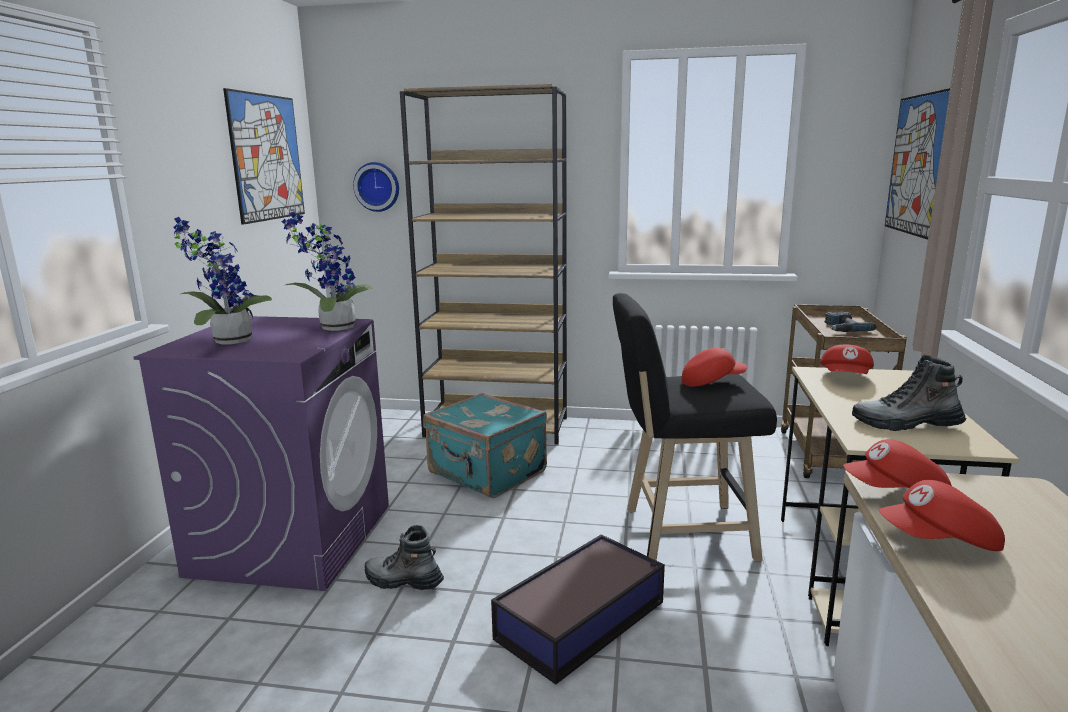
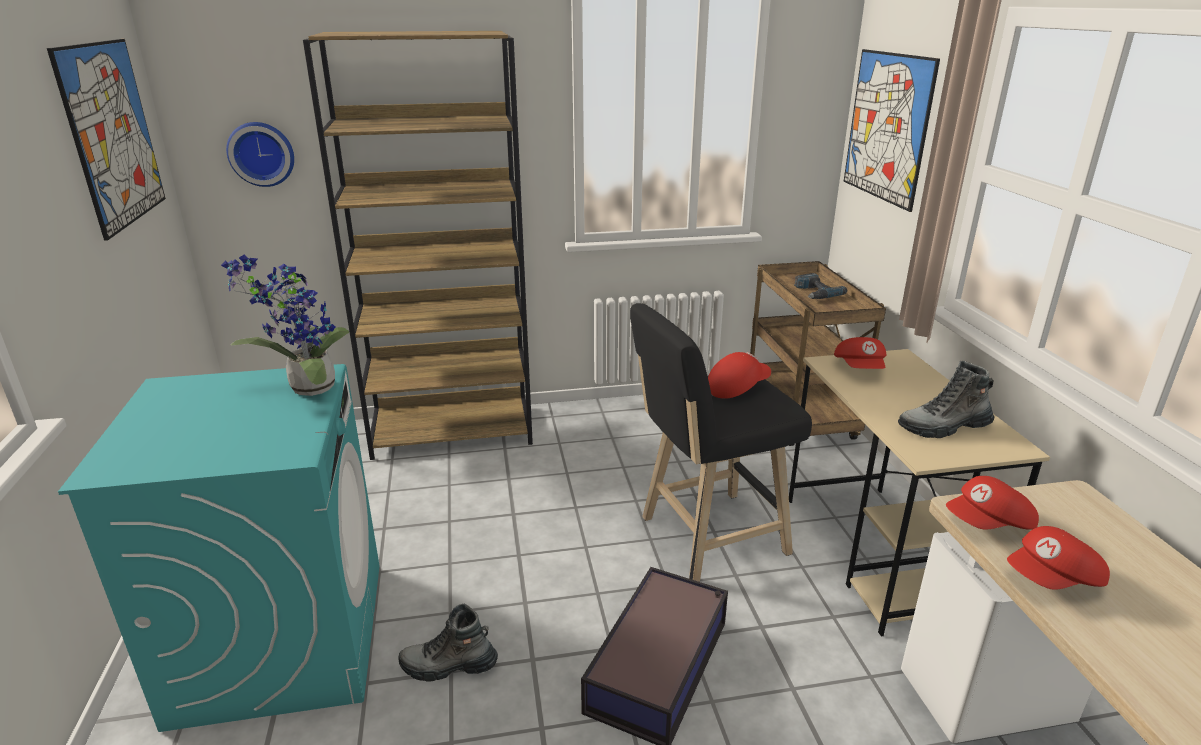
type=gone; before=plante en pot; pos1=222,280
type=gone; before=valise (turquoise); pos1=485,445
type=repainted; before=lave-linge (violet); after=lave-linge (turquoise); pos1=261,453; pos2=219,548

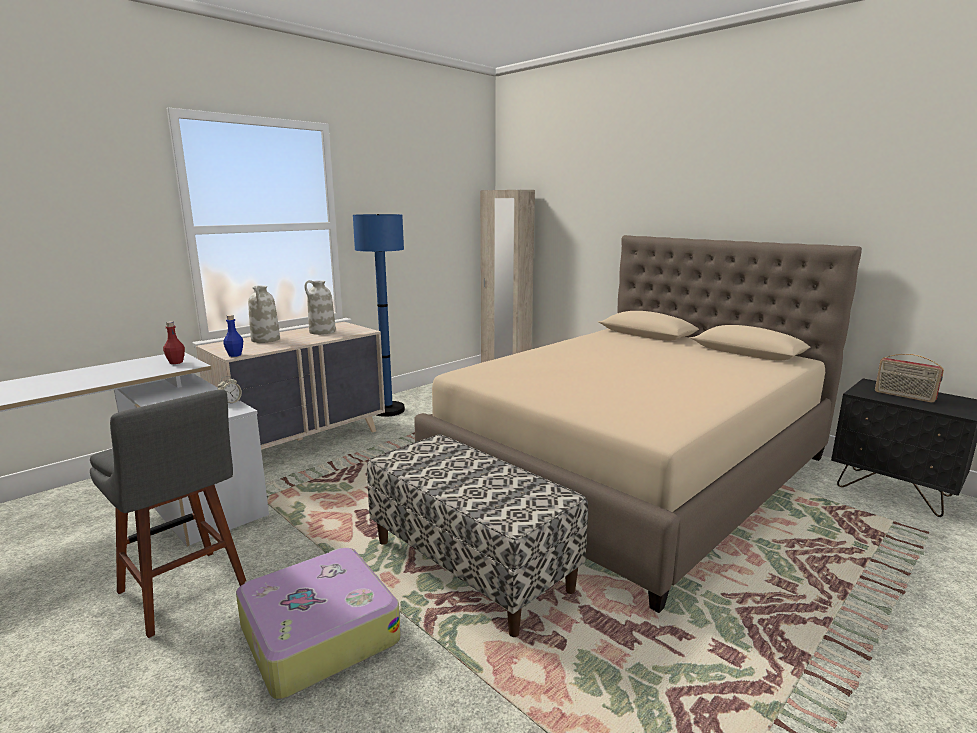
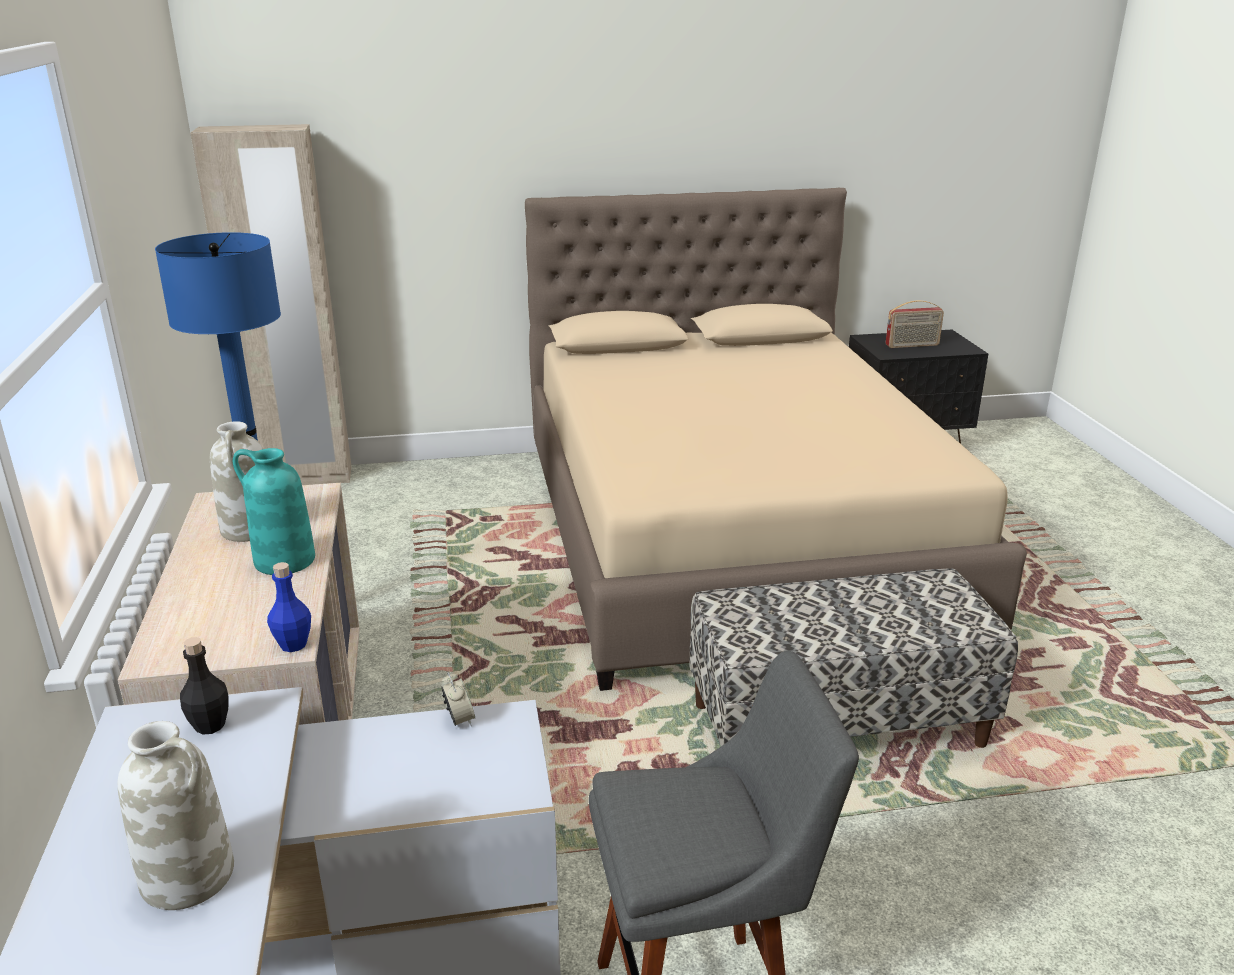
type=gone; before=valise; pos1=318,623
type=new; after=vase (turquoise); pos2=274,511
type=shifted; before=vase (blanc); pos1=264,314; pos2=176,815
type=repainted; before=bouteille (rouge); after=bouteille (noir); pos1=174,342; pos2=204,686

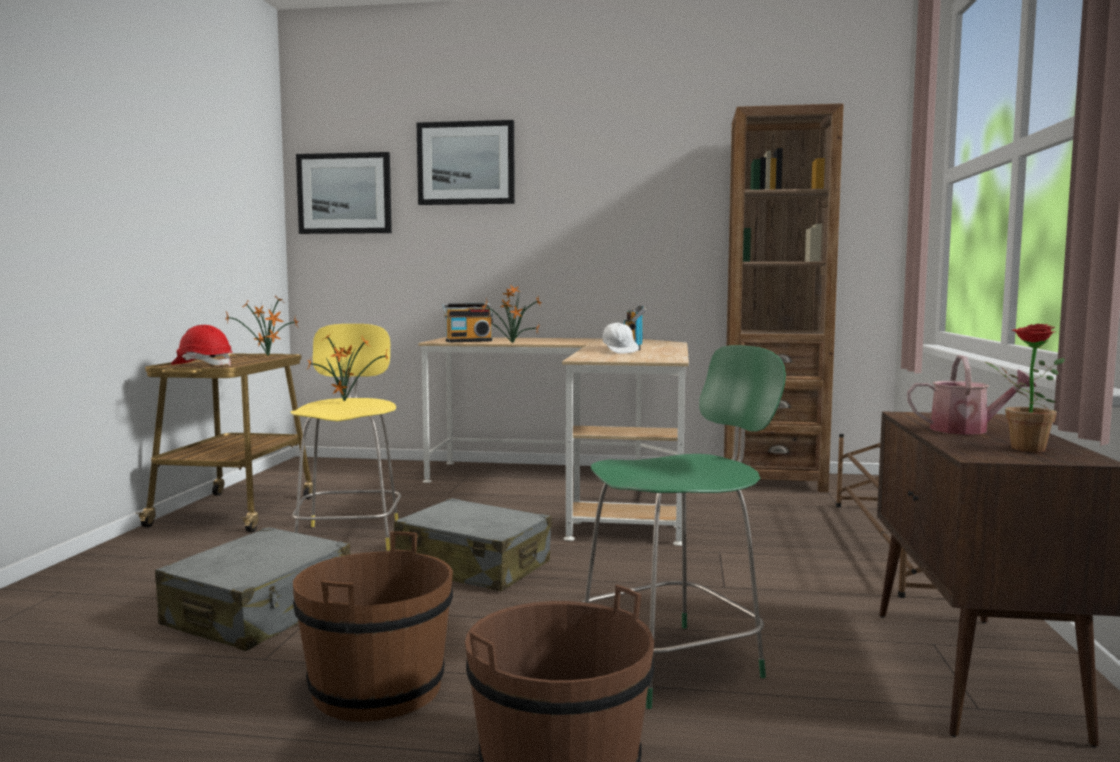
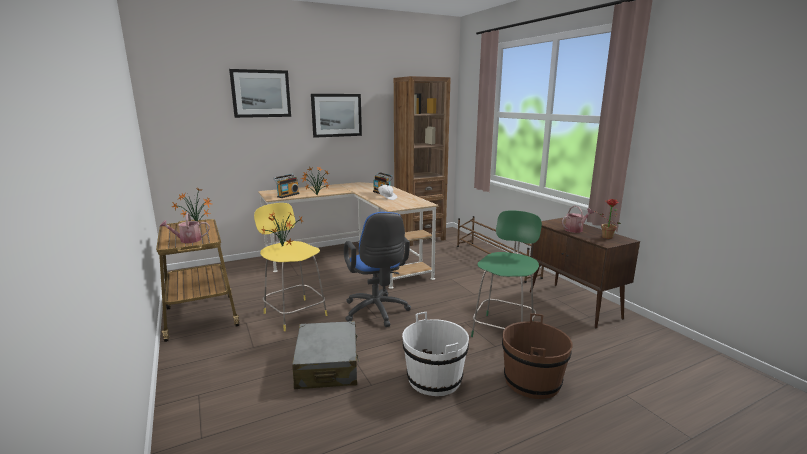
type=shifted; before=tableau; pos1=344,193; pos2=336,116
type=swapped; before=casque de chantier (rouge); after=arrosoir; pos1=202,345; pos2=185,228
type=swapped; before=valise (gris); after=chaise de bureau (bleu); pos1=473,544; pos2=377,269
type=repainted; before=seau (marron); after=seau (blanc); pos1=373,626; pos2=435,354

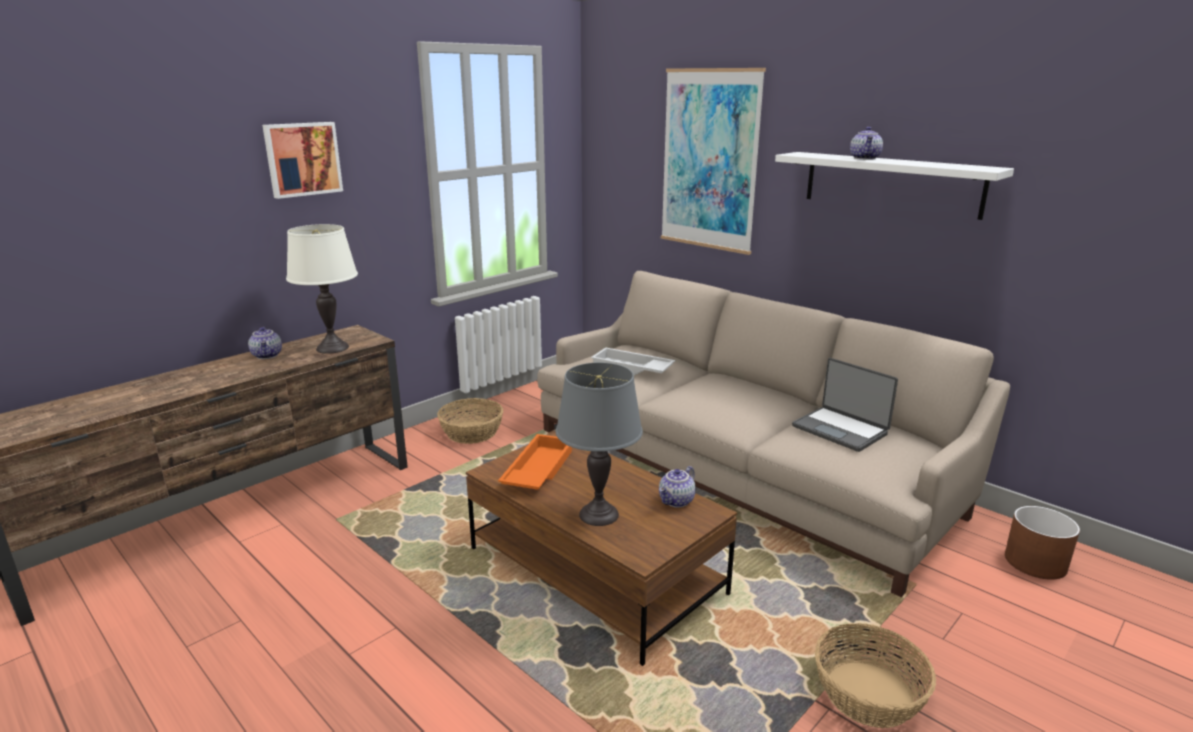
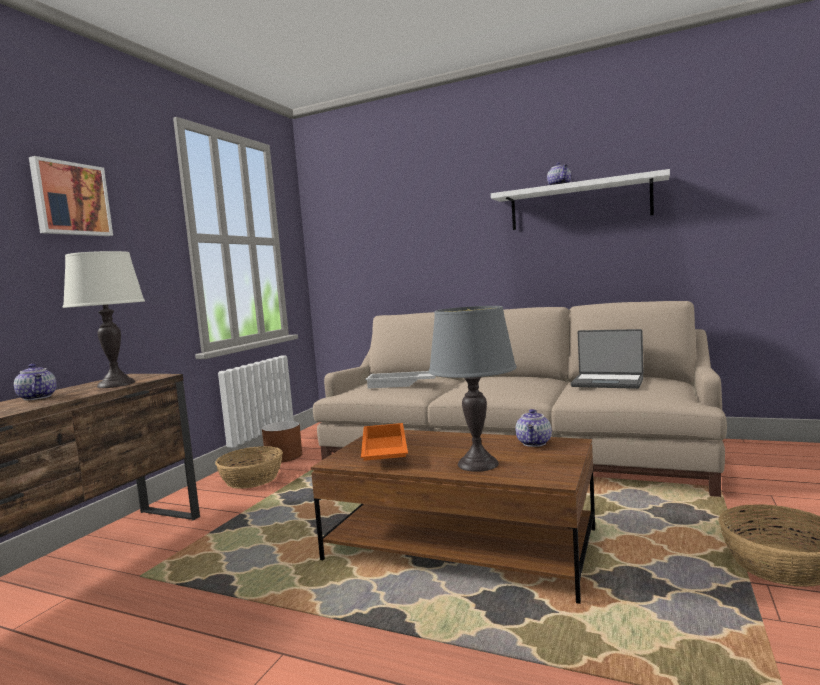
type=gone; before=tableau; pos1=713,161
type=shifted; before=cache-pot (marron); pos1=1042,543; pos2=282,441

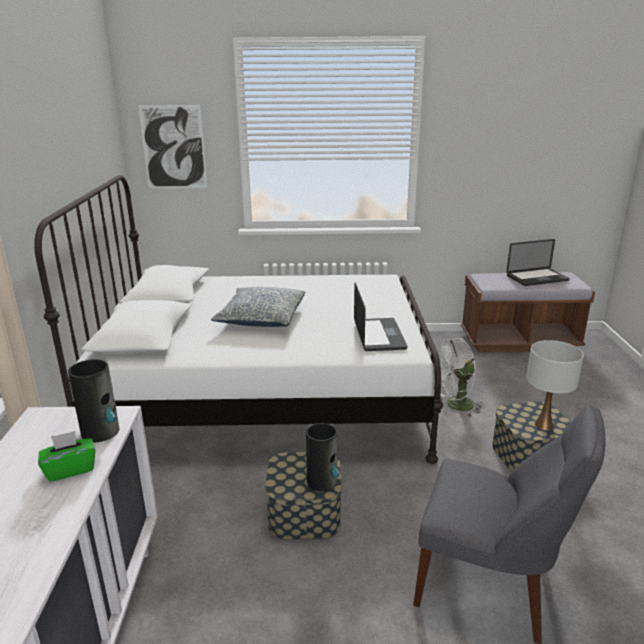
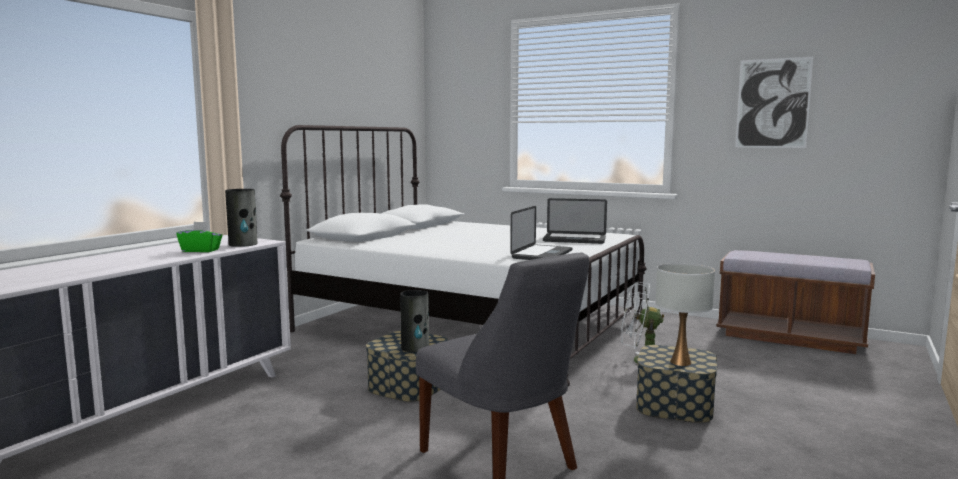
type=gone; before=coussin; pos1=258,307
type=shifted; before=tableau; pos1=172,146; pos2=774,102
type=shifted; before=ordinateur portable; pos1=538,262; pos2=575,221

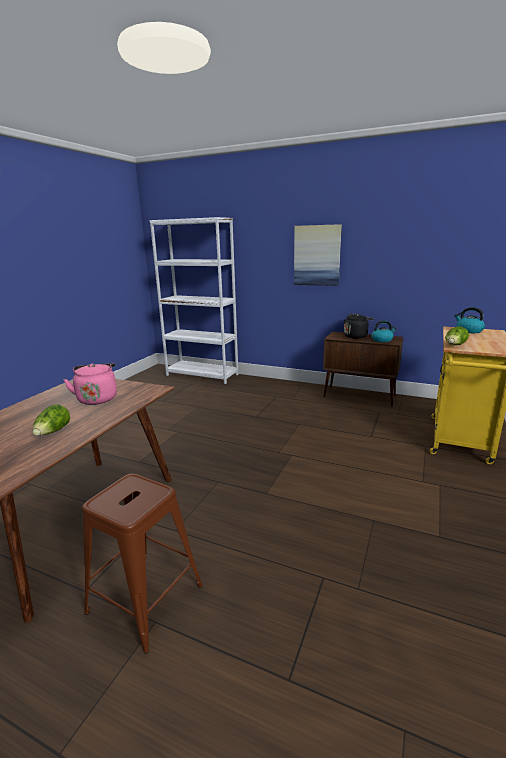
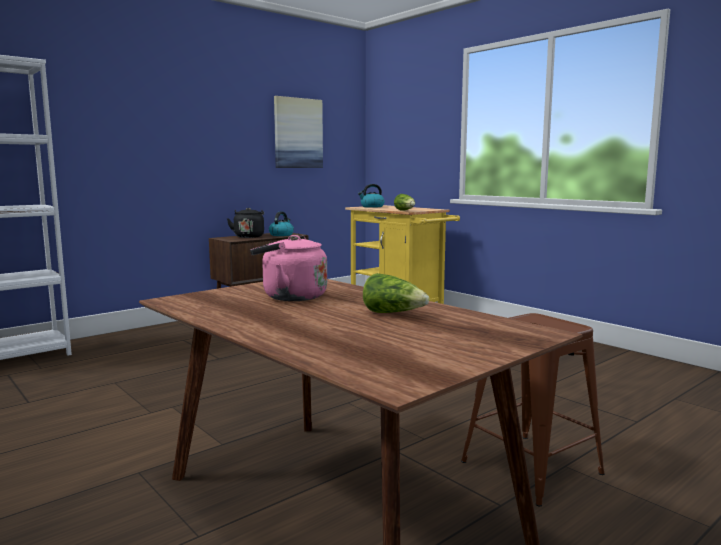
type=shifted; before=tableau; pos1=318,255; pos2=298,132

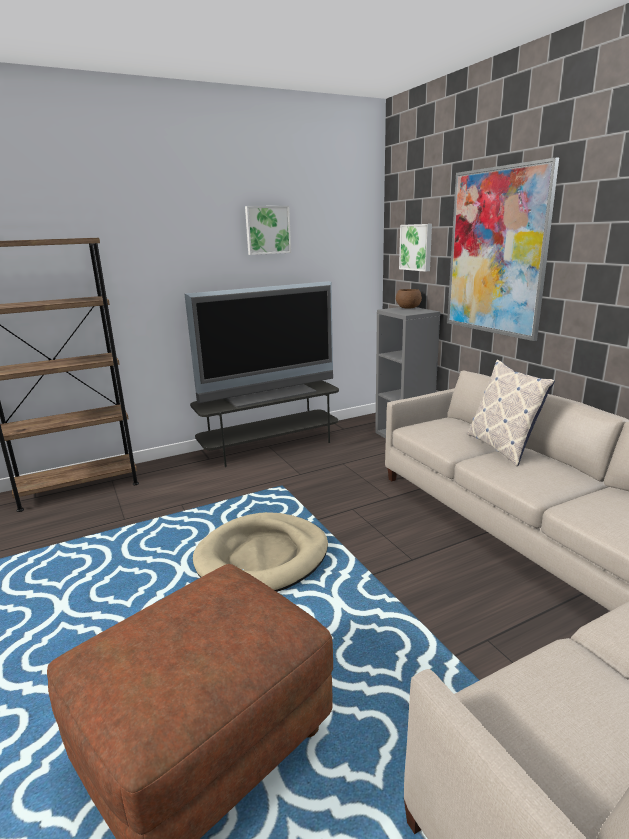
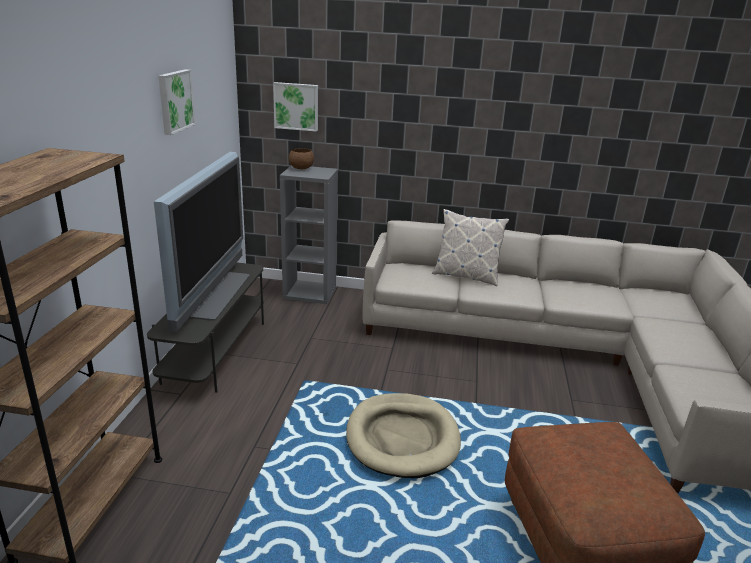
type=gone; before=tableau; pos1=503,249

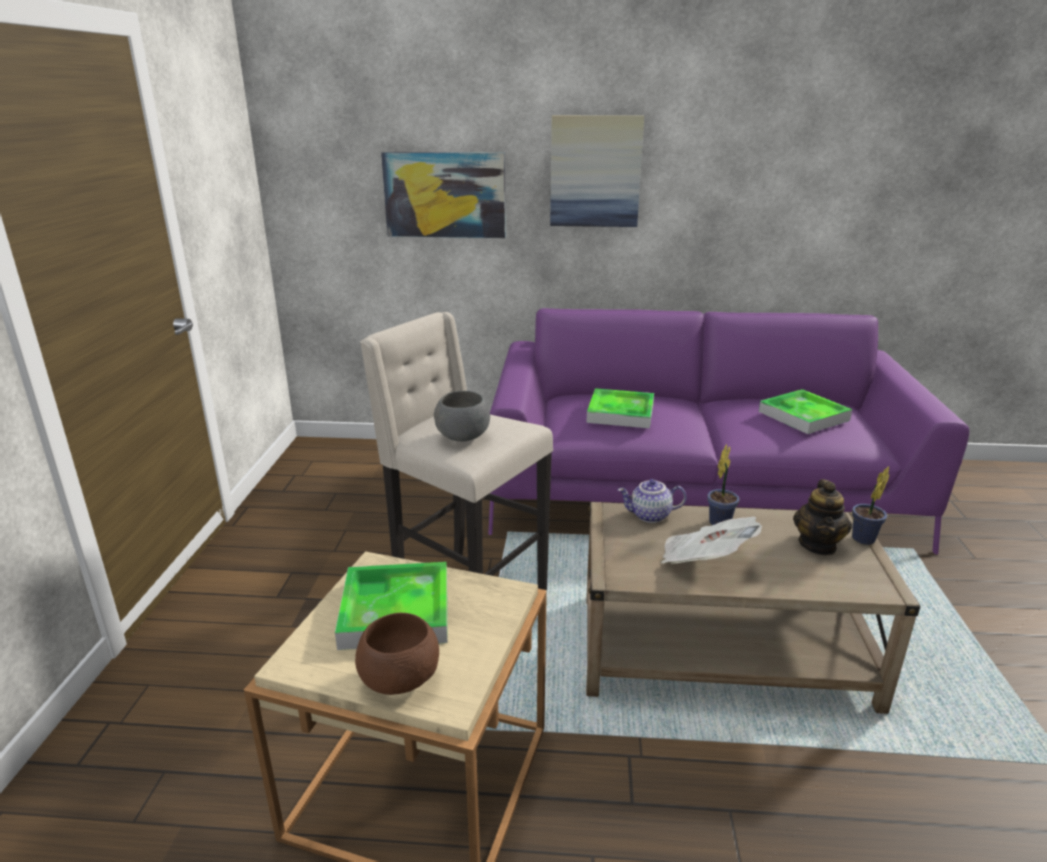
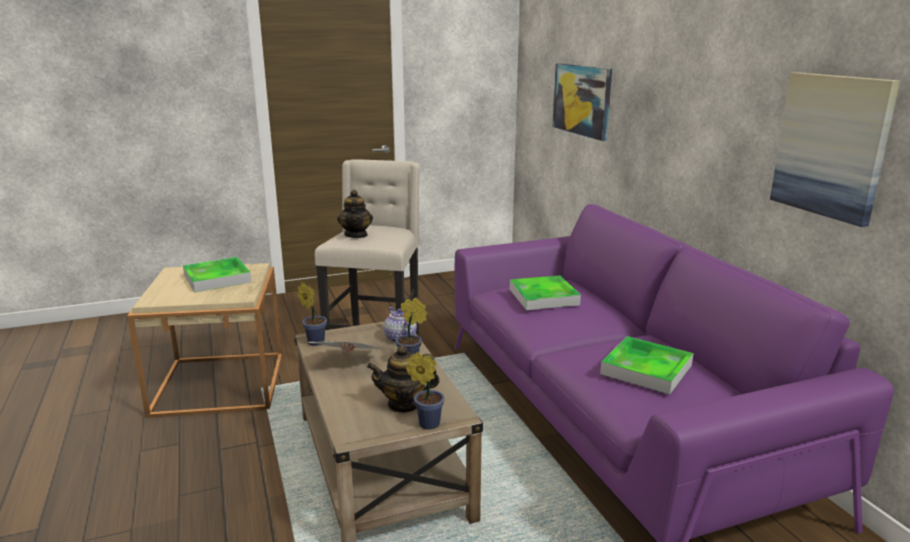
type=gone; before=bol (marron); pos1=397,654
type=new; after=plante en pot; pos2=312,314
type=shifted; before=tableau; pos1=597,171; pos2=835,149
type=swapped; before=bol (gris); after=théière; pos1=462,416; pos2=355,214

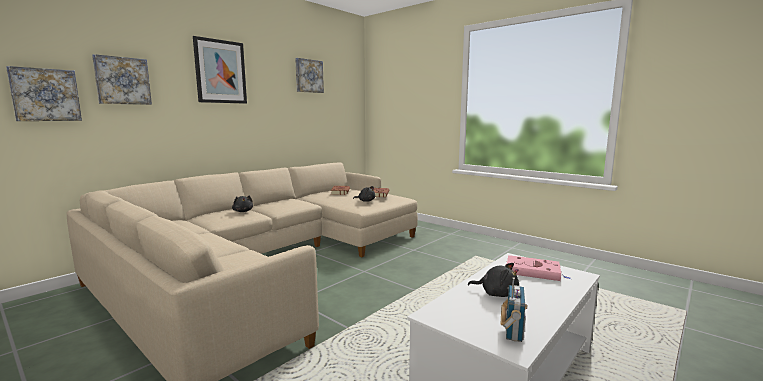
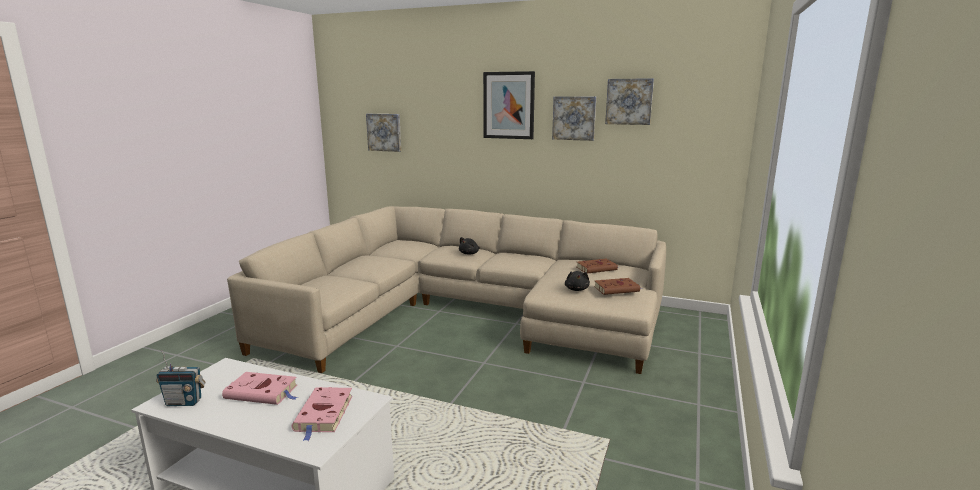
type=shifted; before=tableau; pos1=122,79; pos2=574,119
type=swapped; before=peluche (noir); after=livre (rose); pos1=493,280; pos2=260,388

